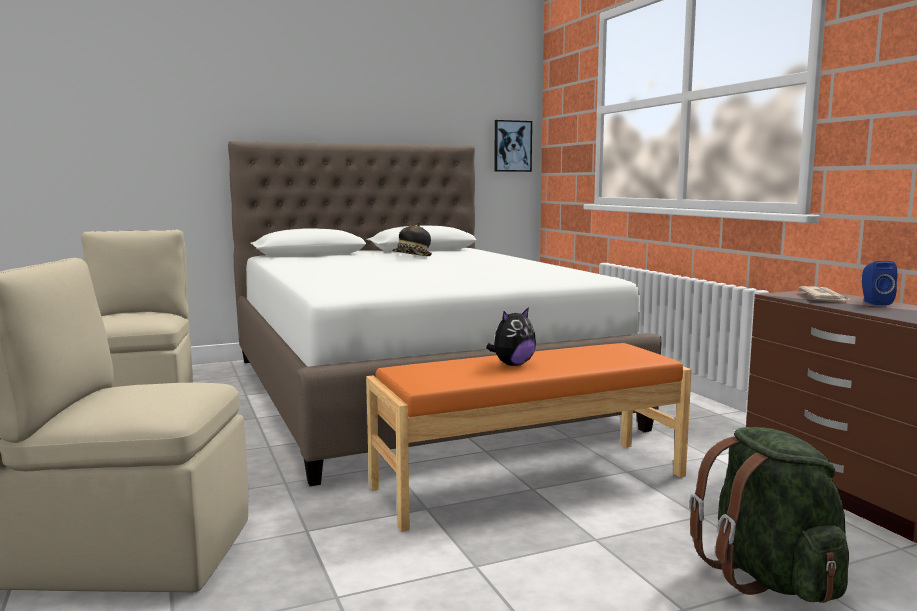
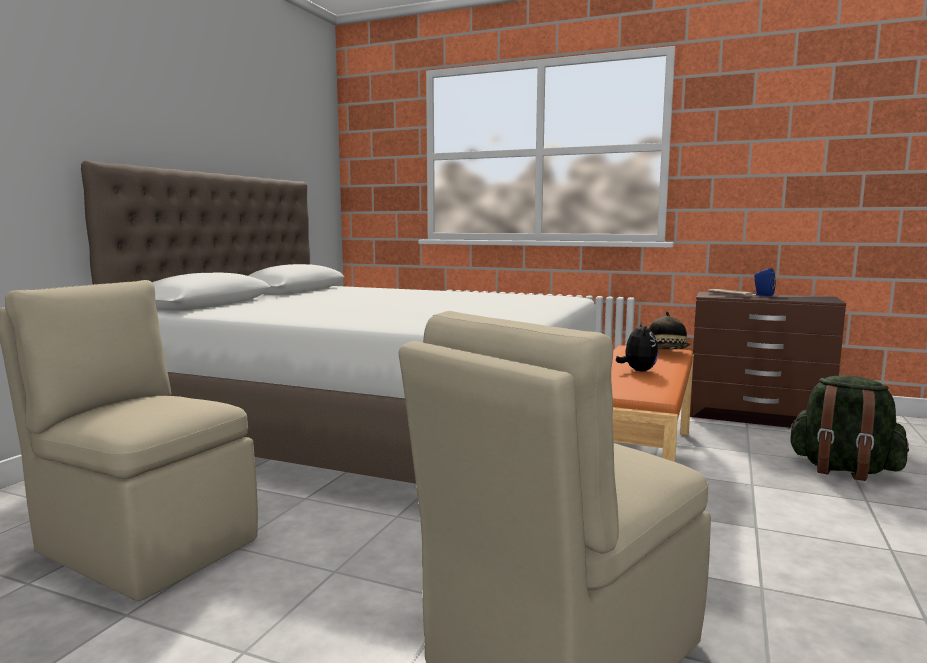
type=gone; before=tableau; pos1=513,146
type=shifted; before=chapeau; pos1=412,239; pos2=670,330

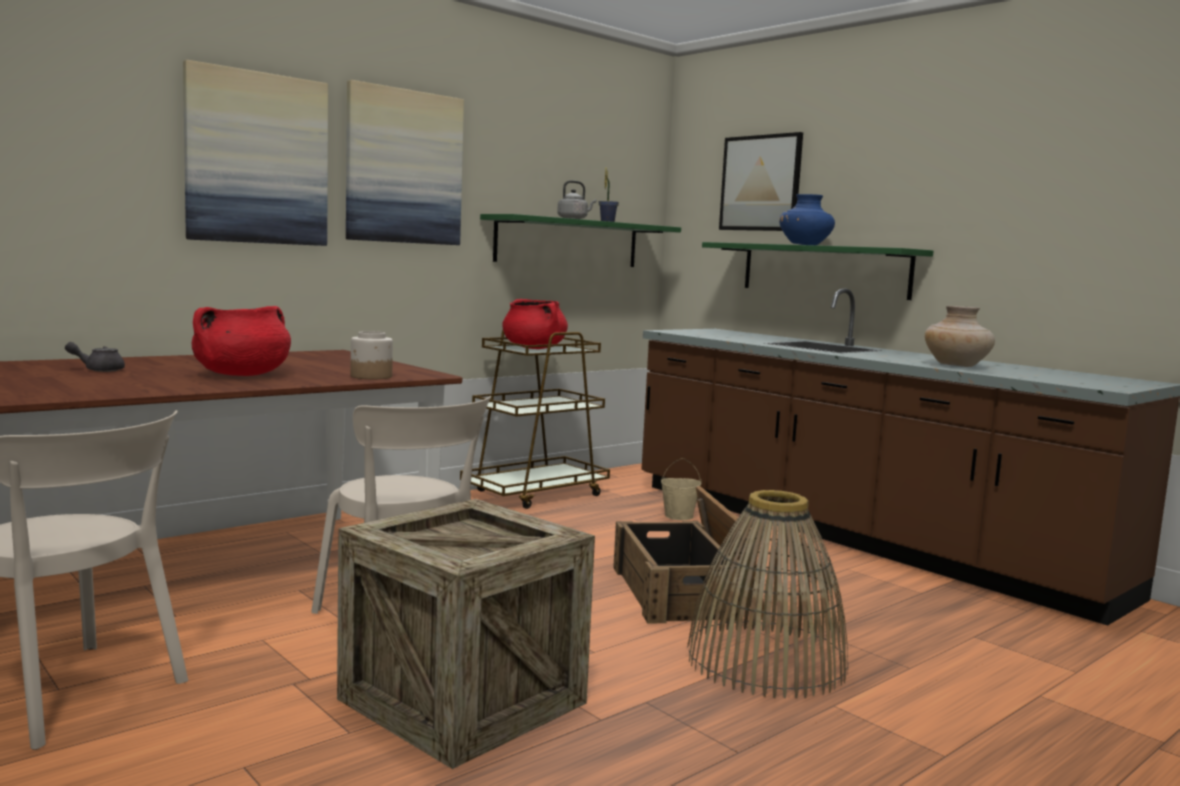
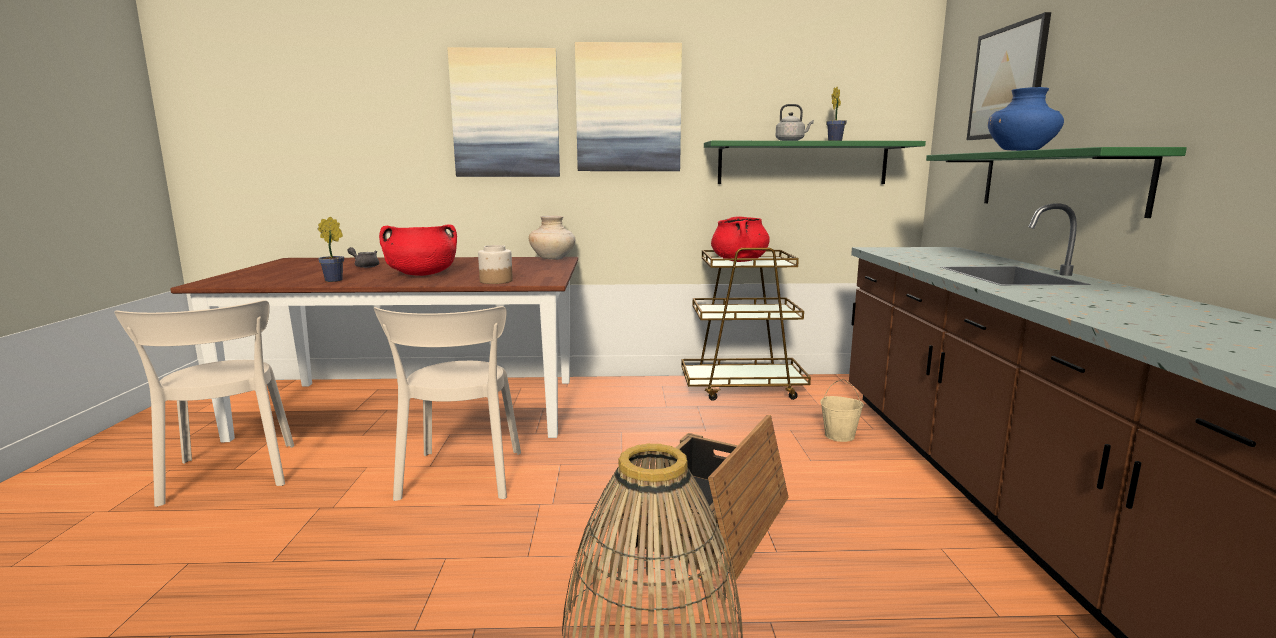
type=gone; before=caisse; pos1=466,634
type=new; after=plante en pot; pos2=331,249
type=shifted; before=vase (beige); pos1=960,336; pos2=552,238

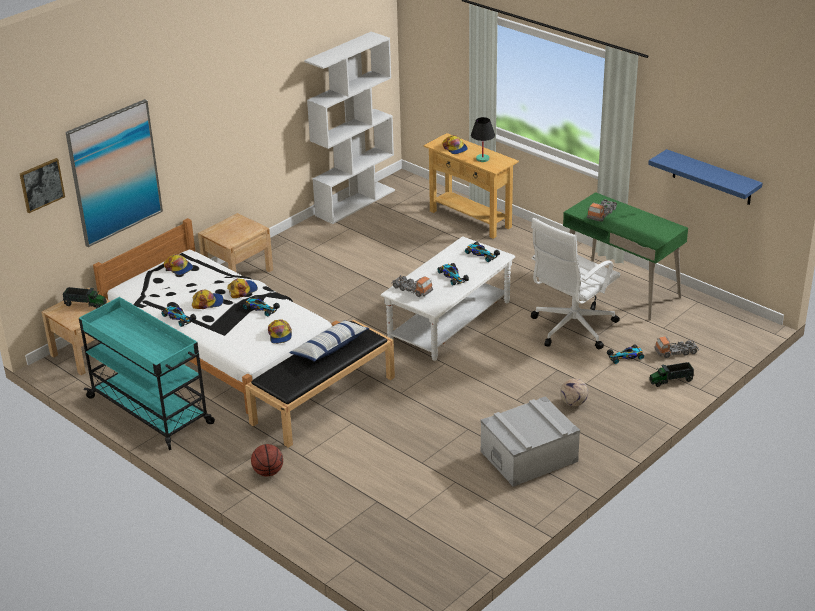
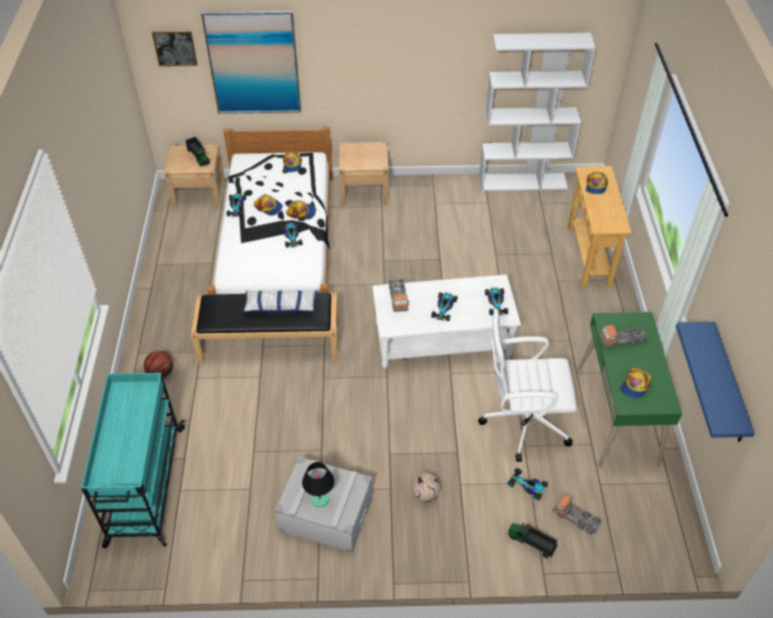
type=shifted; before=chariot (turquoise); pos1=147,373; pos2=133,461
type=shifted; before=casquette; pos1=280,331; pos2=635,383
type=shifted; before=lampe de table (noir); pos1=483,139; pos2=318,484

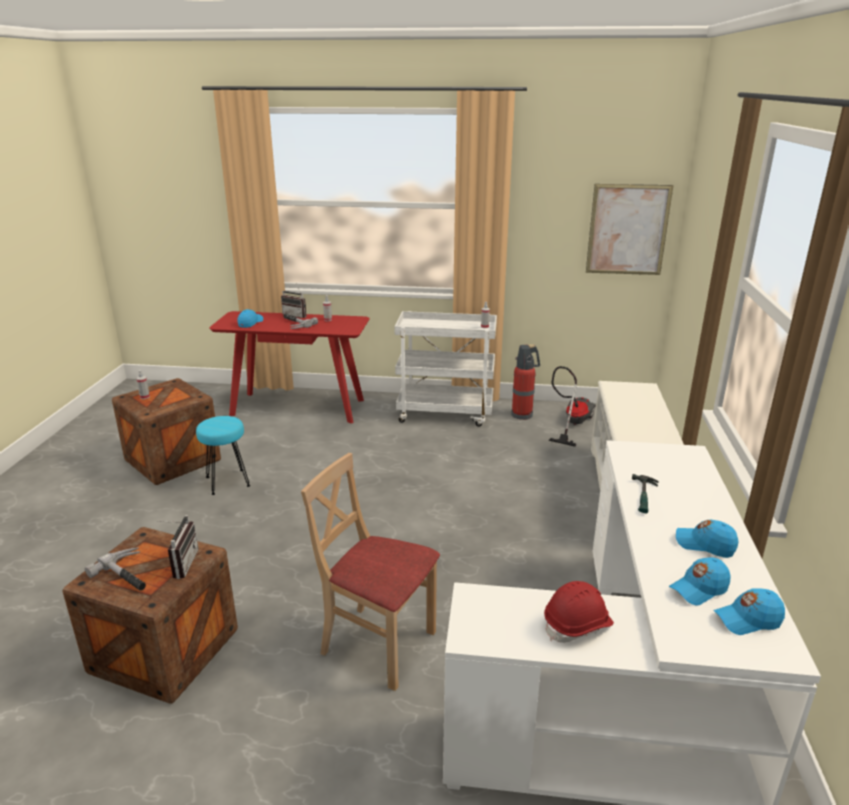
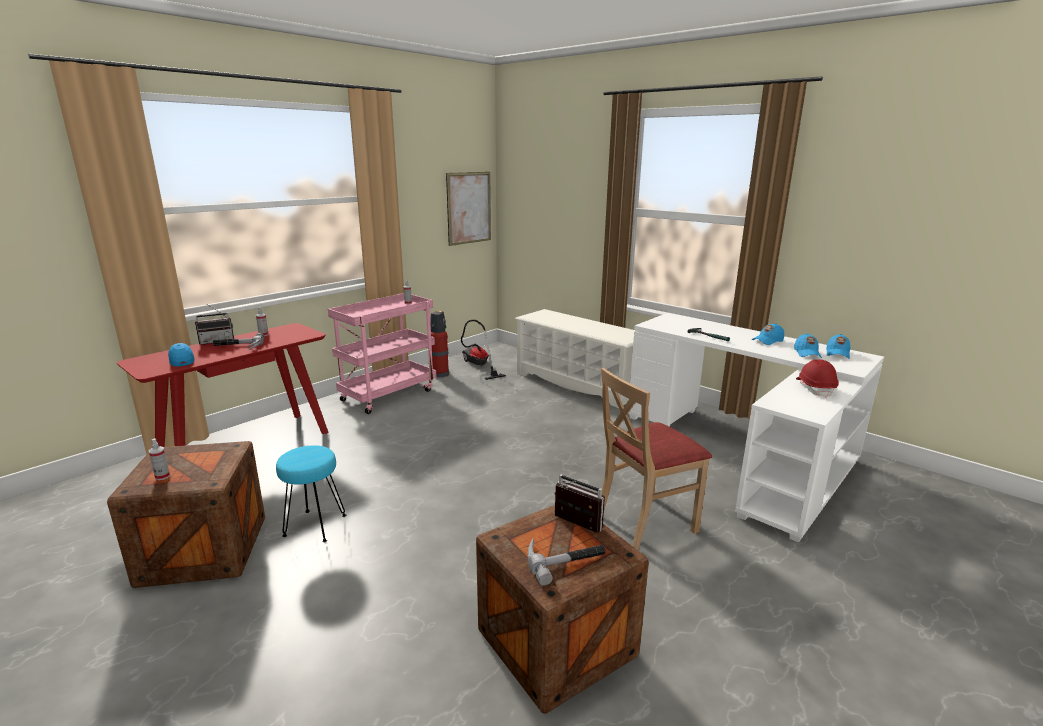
type=repainted; before=chariot (blanc); after=chariot (rose); pos1=445,369; pos2=382,353

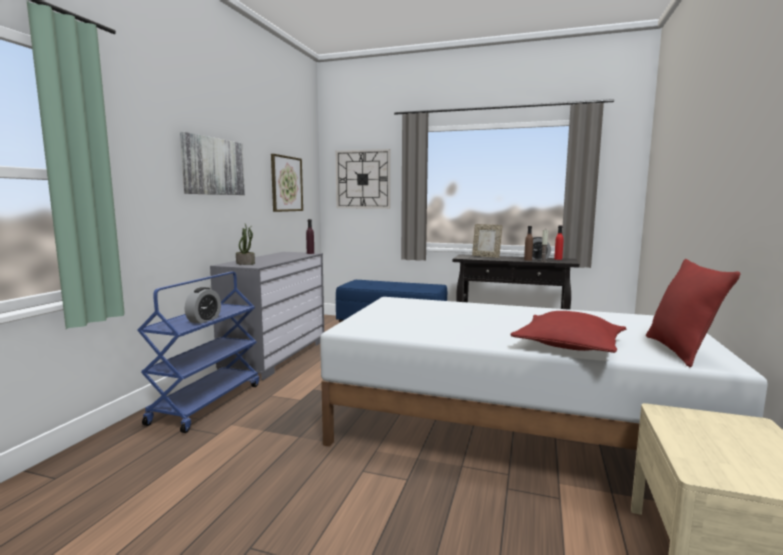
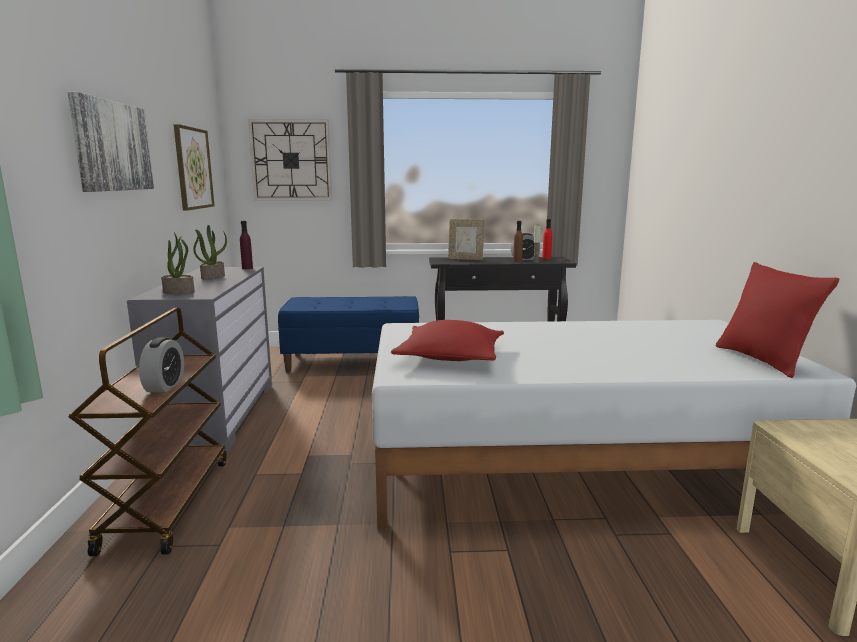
type=new; after=plante en pot; pos2=210,252
type=shifted; before=coussin (rouge); pos1=568,332; pos2=447,340
type=repainted; before=chariot (bleu); after=chariot (marron); pos1=198,352; pos2=147,432

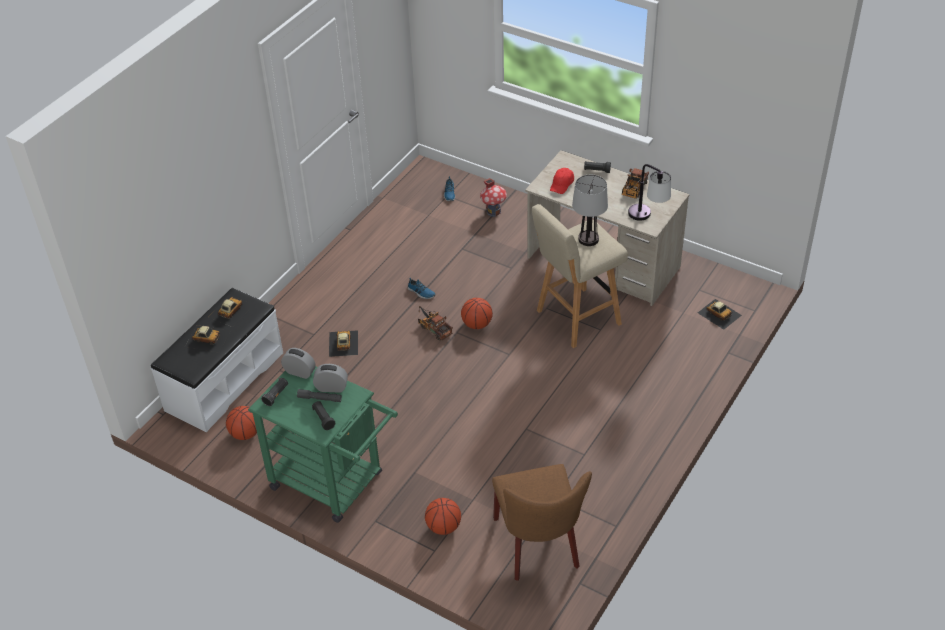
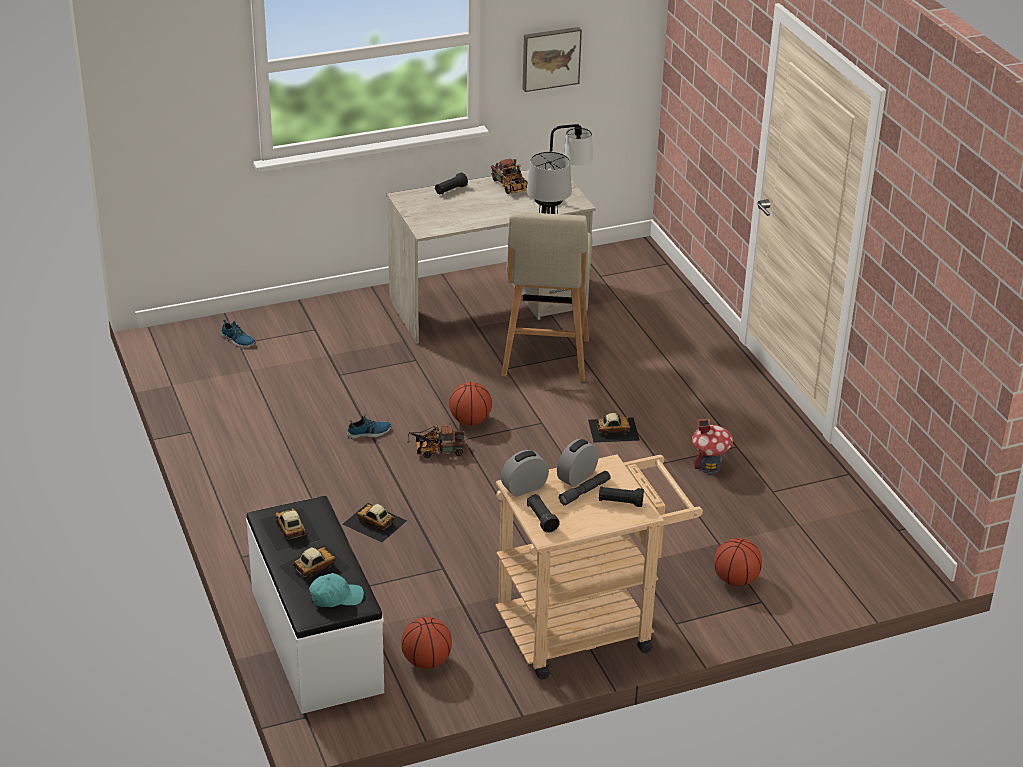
type=gone; before=chaise (marron); pos1=542,522
type=gone; before=casquette (rouge); pos1=562,181
type=new; after=casquette (turquoise); pos2=336,590
type=new; after=tableau; pos2=552,59
type=shifted; before=maison miniature; pos1=493,197; pos2=712,446
type=shifted; before=petite voiture; pos1=720,314; pos2=614,428
type=repainted; before=chariot (vert); after=chariot (beige); pos1=323,444; pos2=599,567

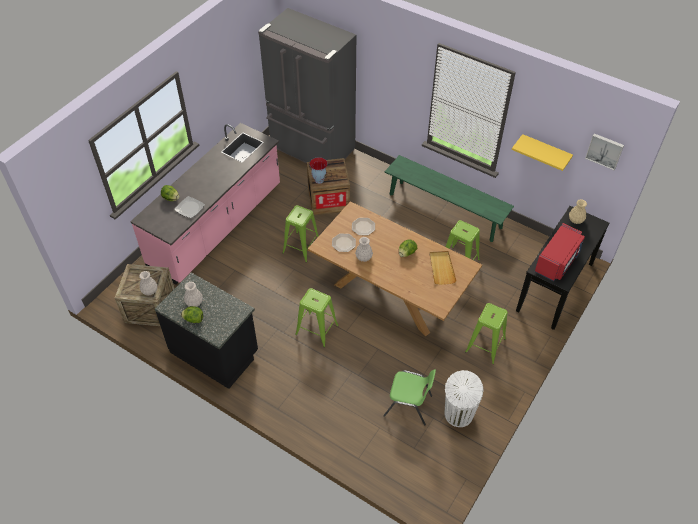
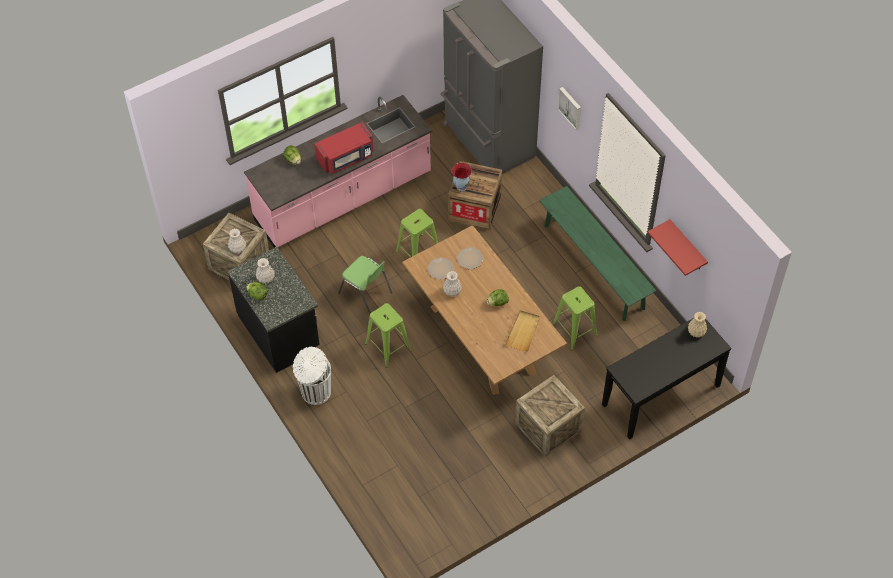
type=gone; before=assiette; pos1=189,207
type=shifted; before=chaise (vert); pos1=409,397; pos2=365,285
type=shifted; before=poubelle (blanc); pos1=464,398; pos2=312,376
type=shifted; before=micro-ondes (rouge); pos1=560,252; pos2=344,148
type=shifted; before=tableau; pos1=604,151; pos2=569,108
type=swapped; before=tabouret (vert); after=caisse; pos1=486,333; pos2=550,416
type=repainted; before=étagère (jaune); after=étagère (rouge); pos1=542,152; pos2=678,247

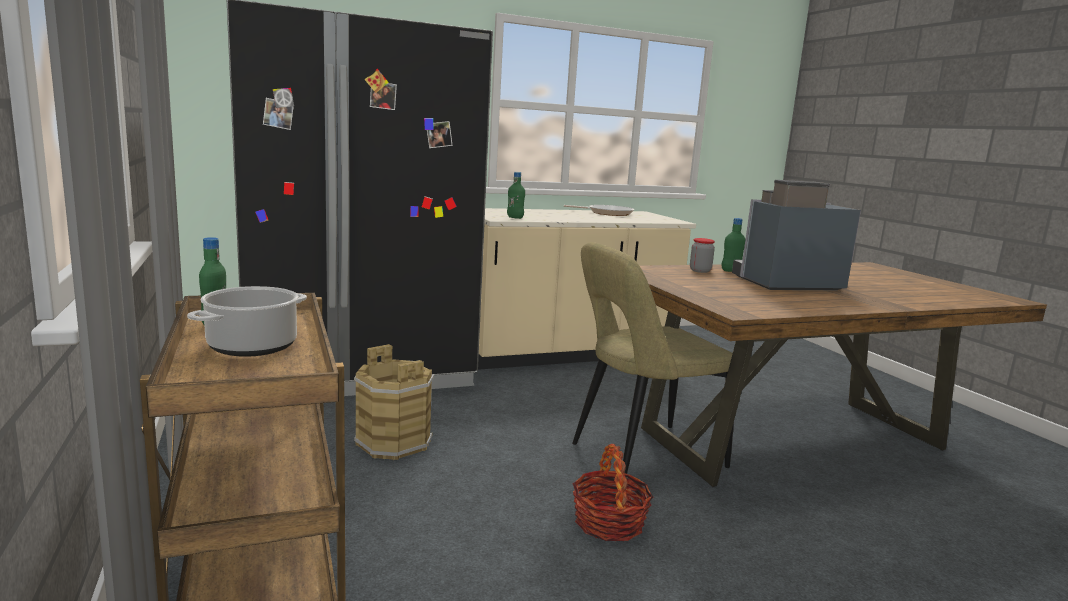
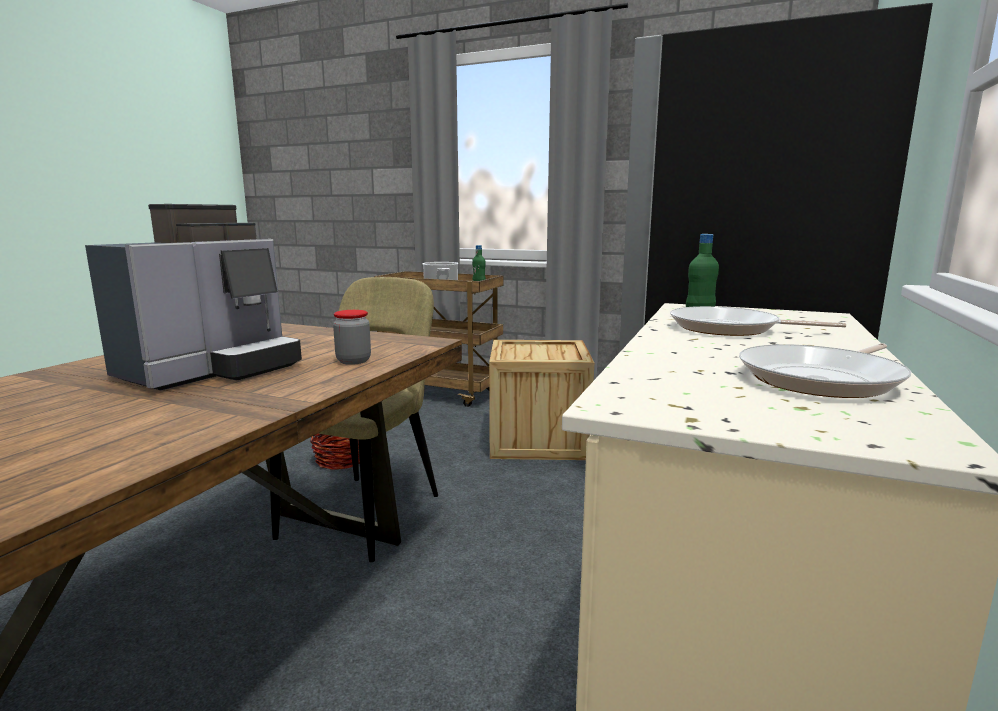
type=gone; before=bouteille (vert); pos1=733,245
type=new; after=poêle; pos2=758,321
type=swapped; before=seau (marron); after=caisse; pos1=394,402; pos2=541,400

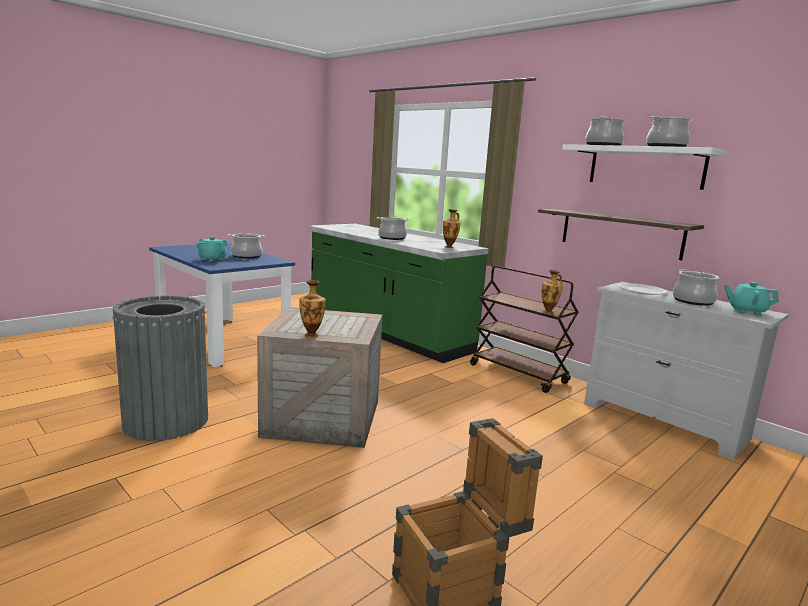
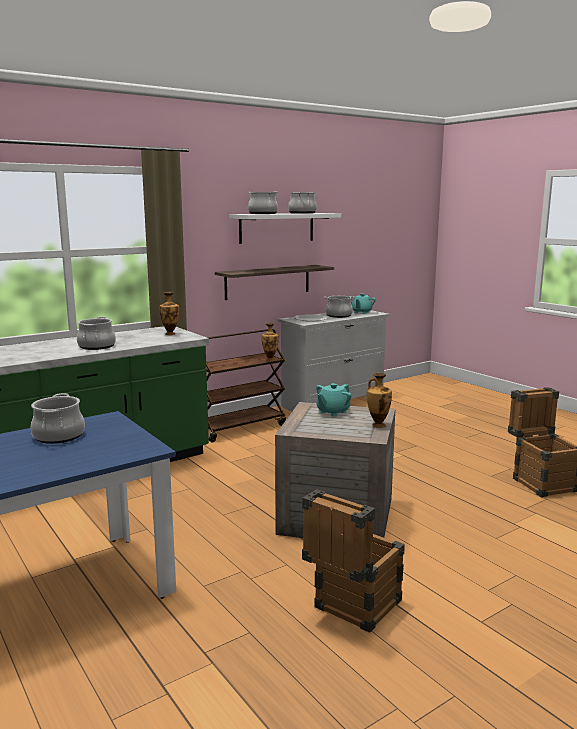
type=shifted; before=théière (turquoise); pos1=211,249; pos2=333,400
type=swapped; before=poubelle (gris); after=caisse; pos1=160,368; pos2=353,561

